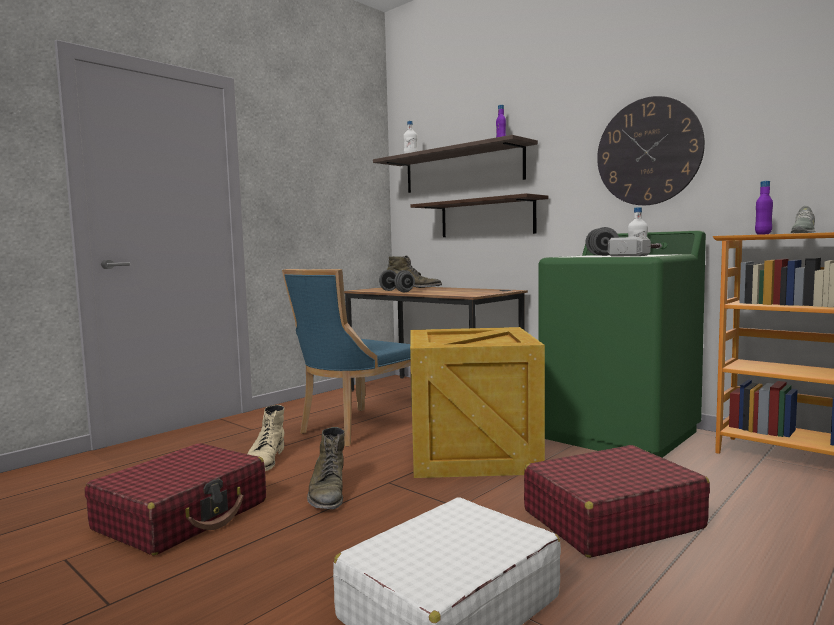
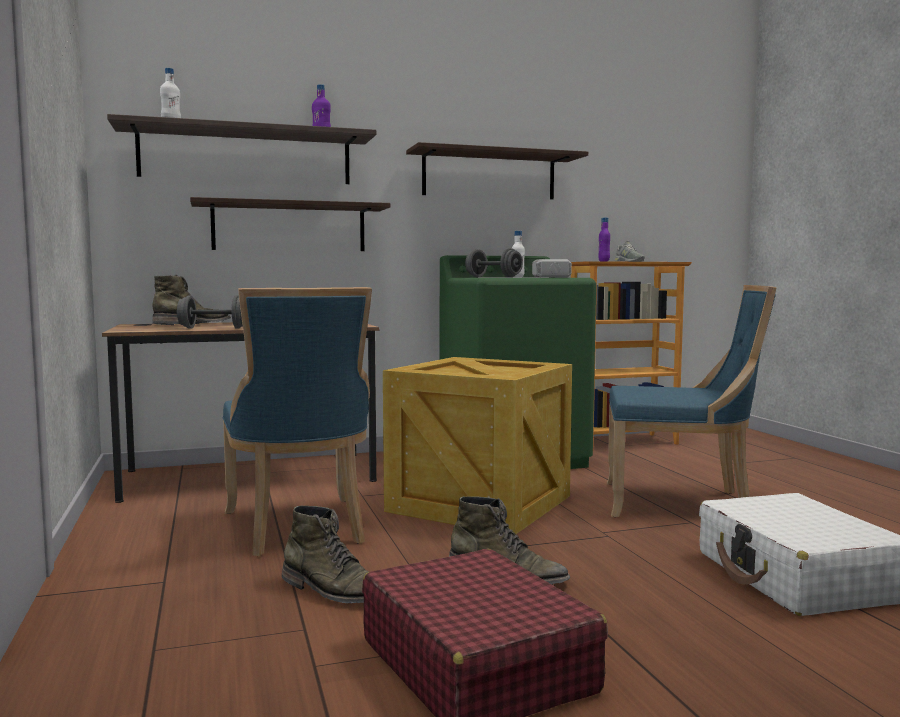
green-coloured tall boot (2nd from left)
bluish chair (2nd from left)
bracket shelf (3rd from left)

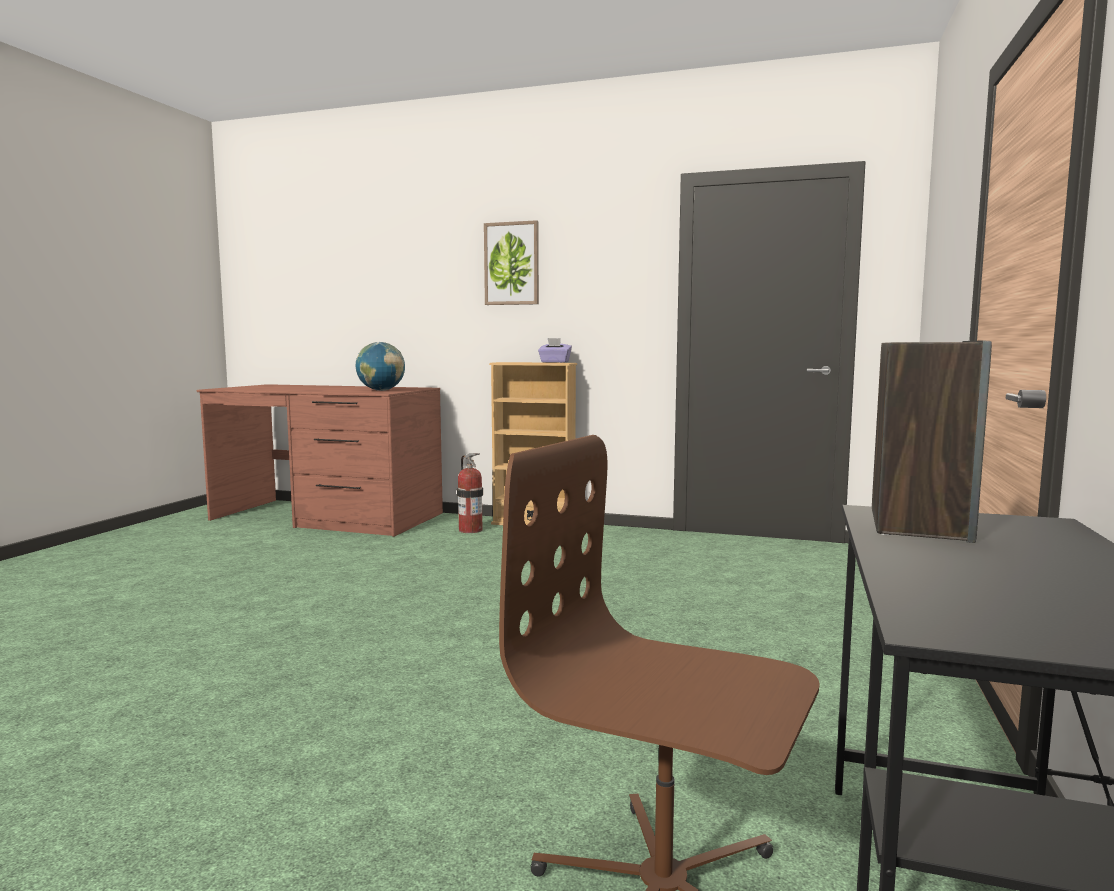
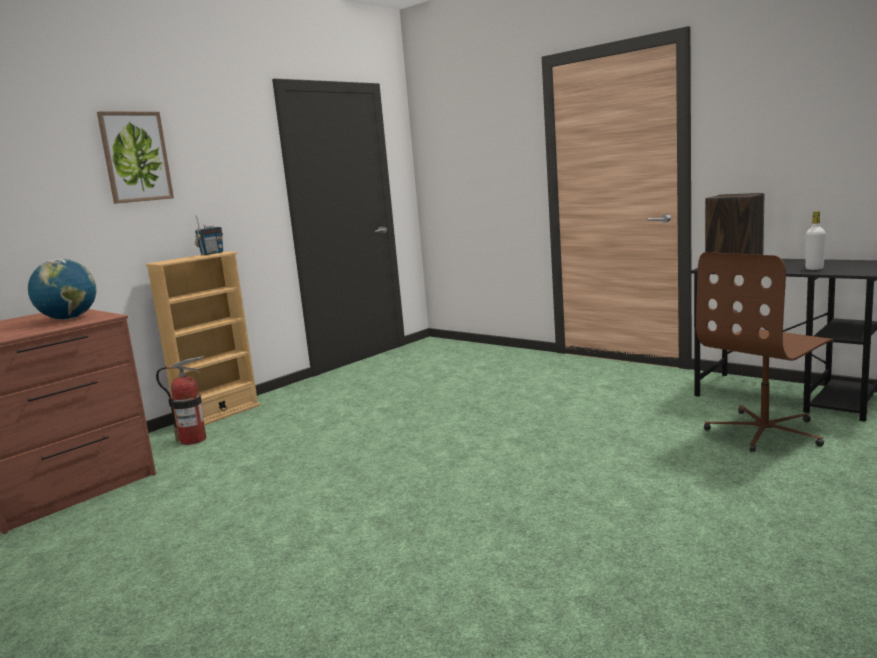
radio
white beverage bottle

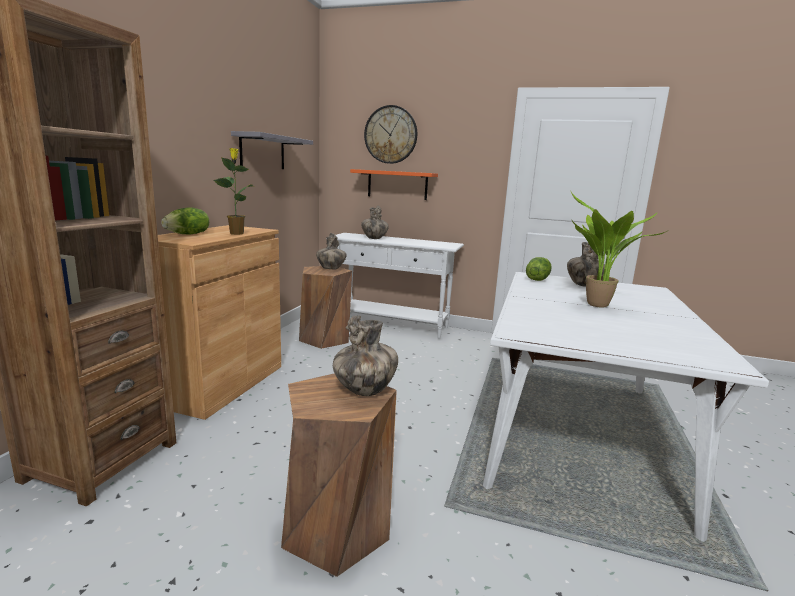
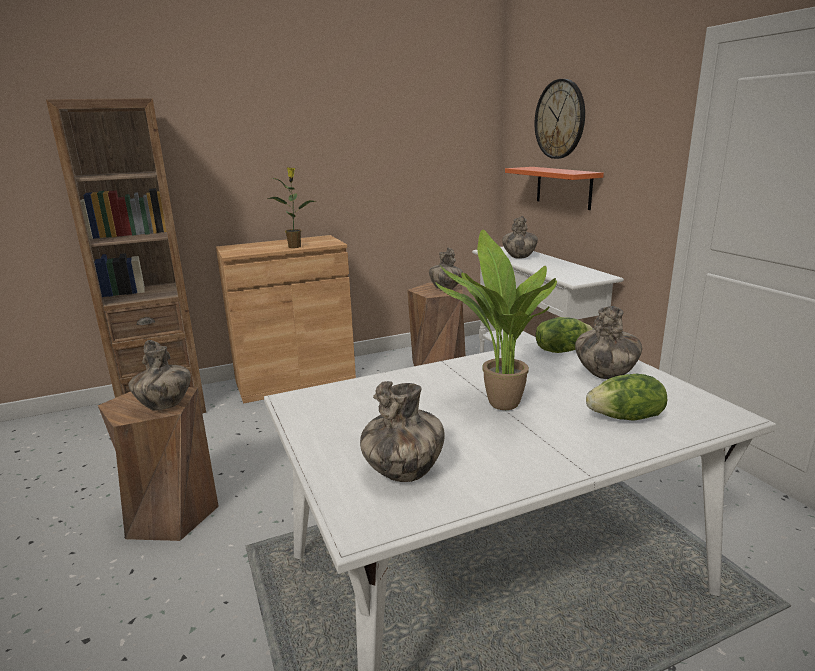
lettuce head (2nd from left)
gray bracket shelf
decorative vase (2nd from left)

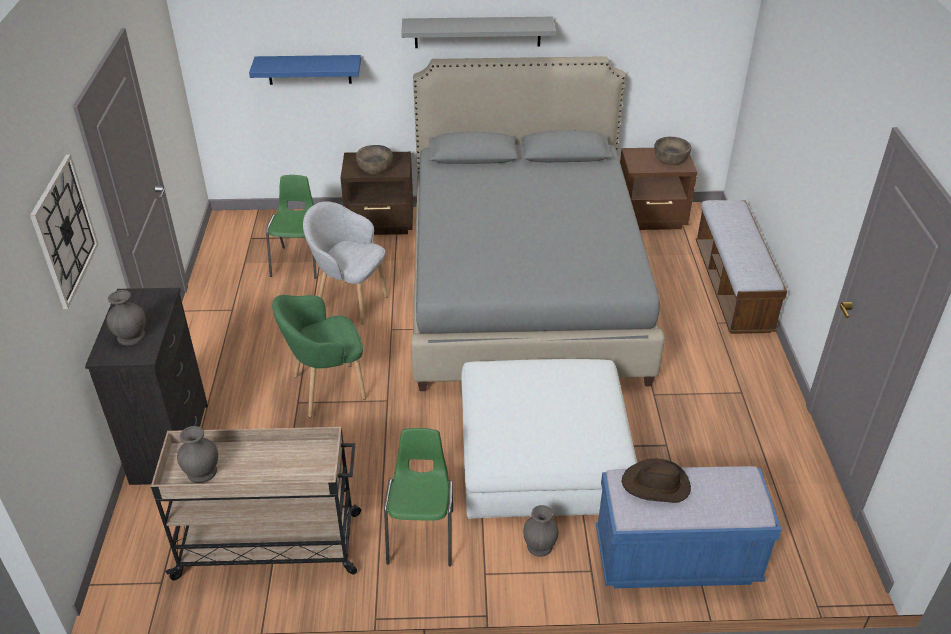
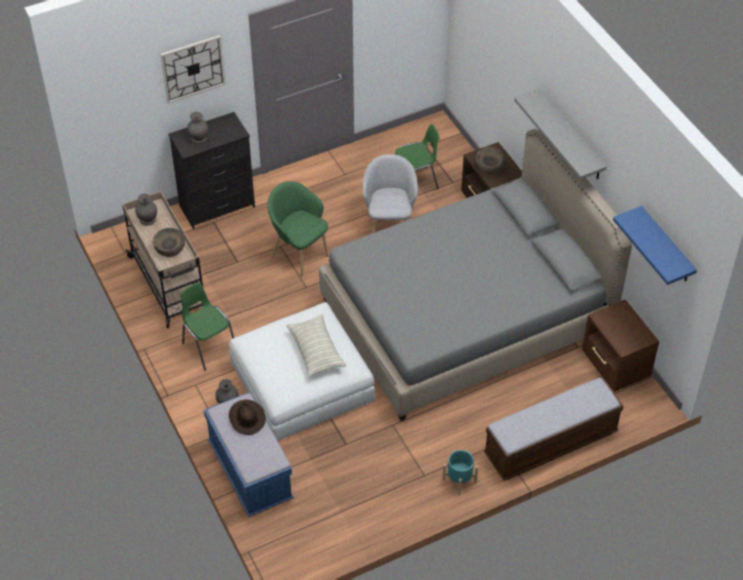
bluish bracket shelf
green-coloured chair (1st from left)
brown deep dish (1st from left)
pillow
blue-green planter

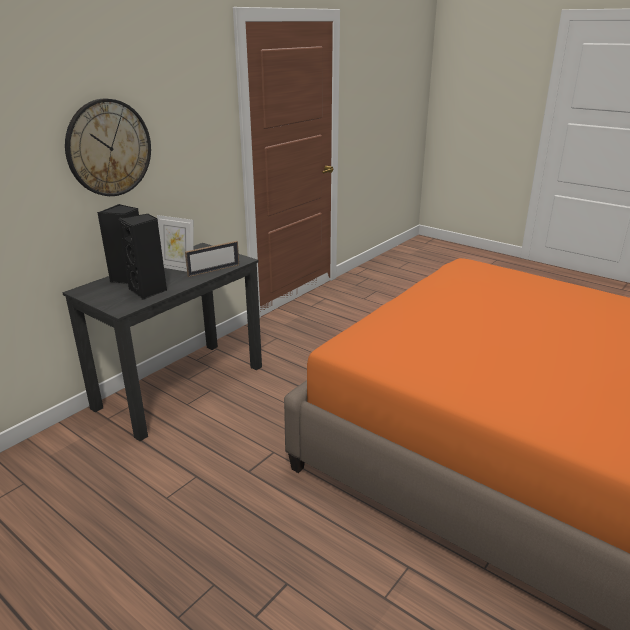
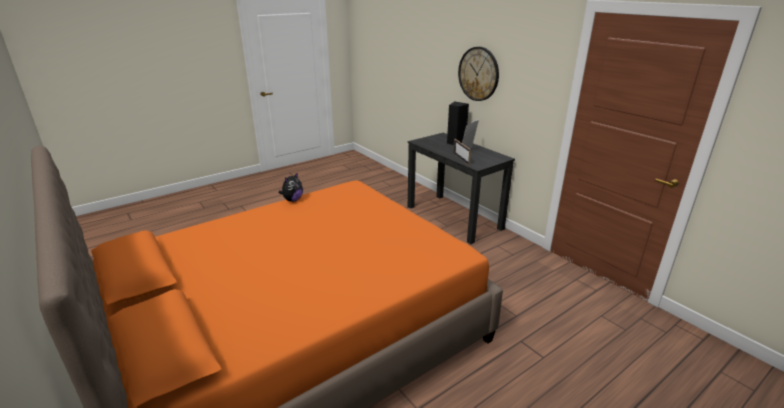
black loudspeaker (2nd from left in the first image)
cuddly toy

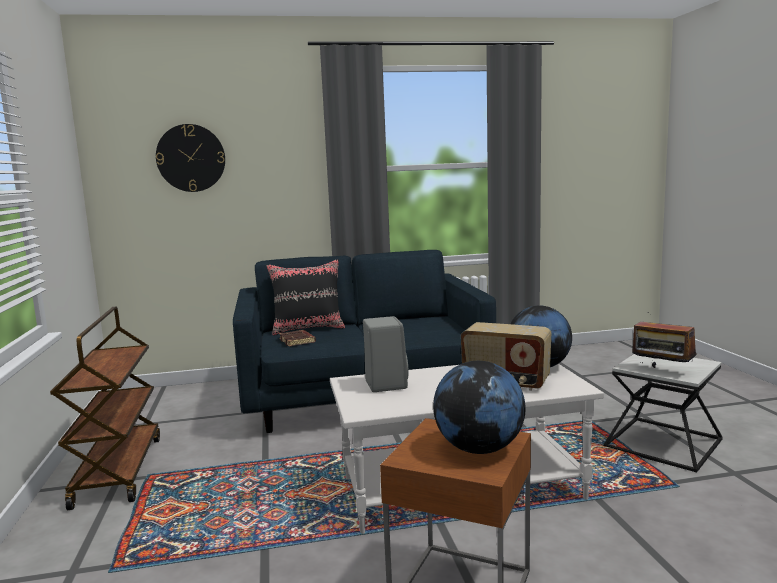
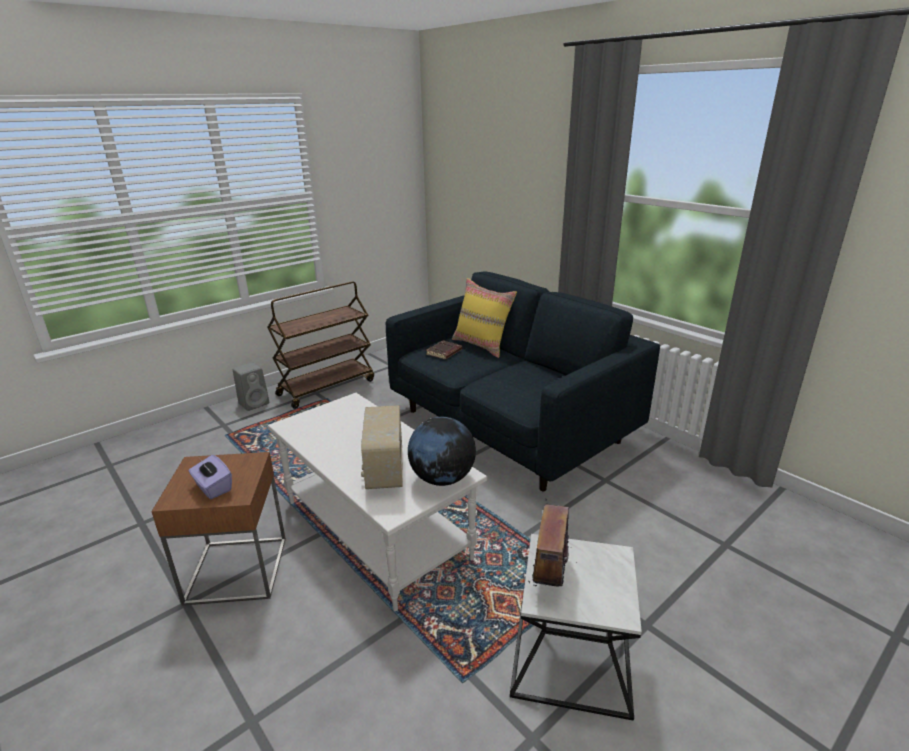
wall clock
yellow-coloured pillow
gray loudspeaker
purplish tissue box

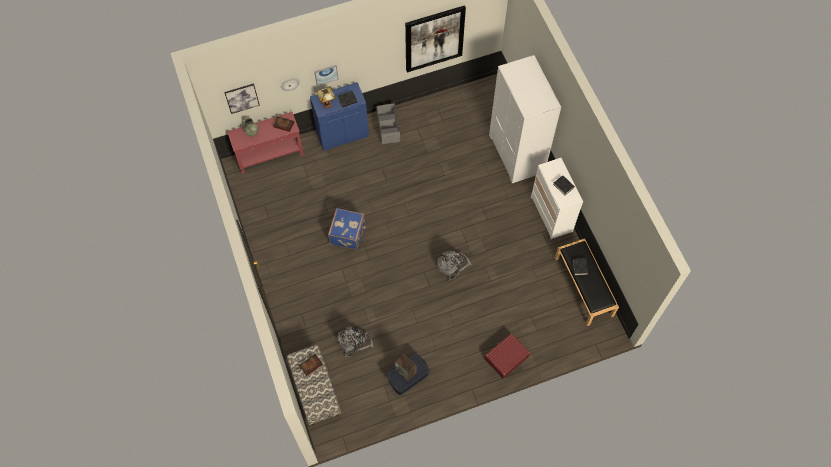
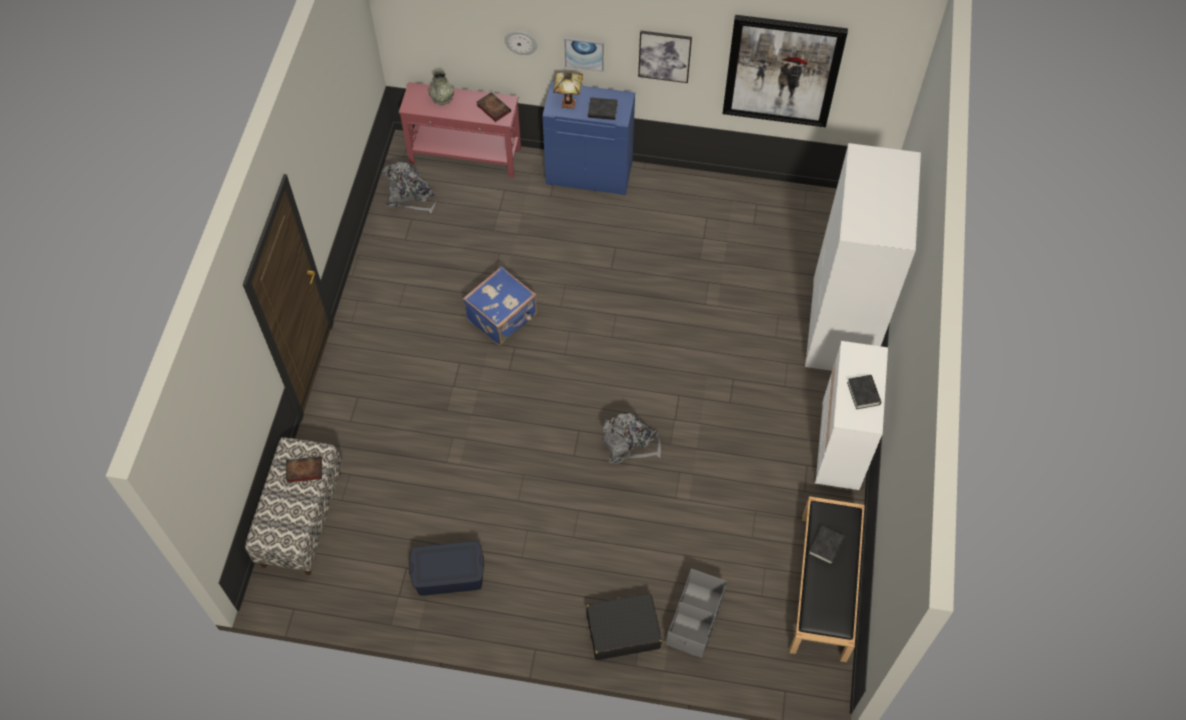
wall art (2nd from left)
gray rucksack (1st from left)
gray storage bin
loudspeaker
black suitcase

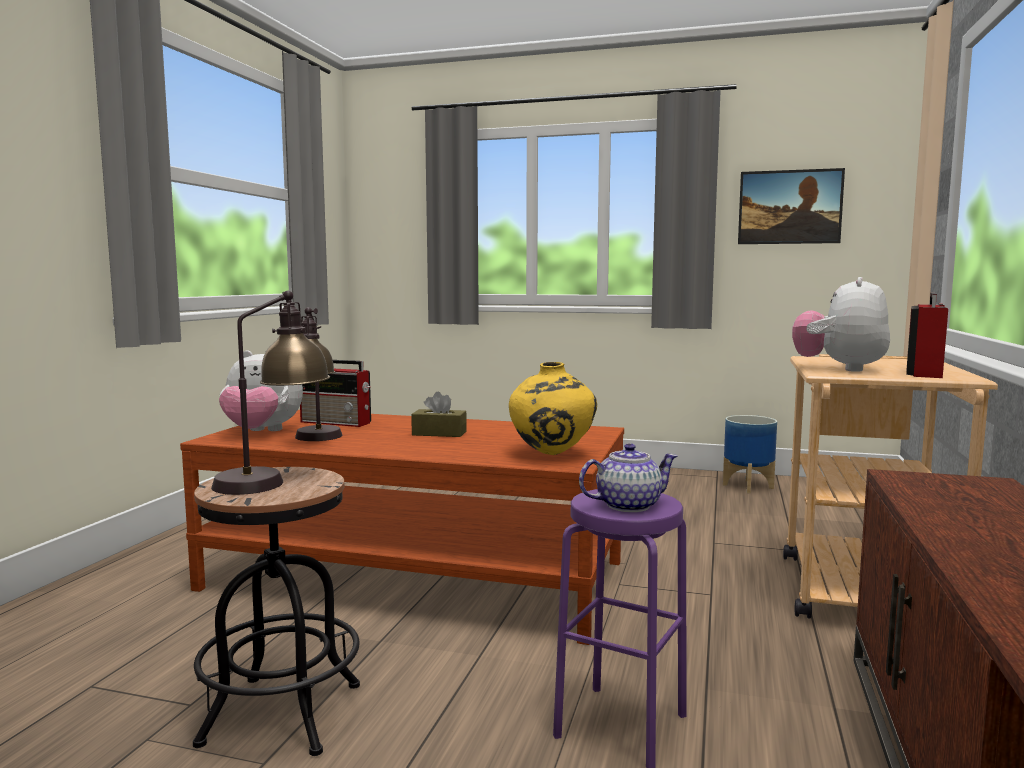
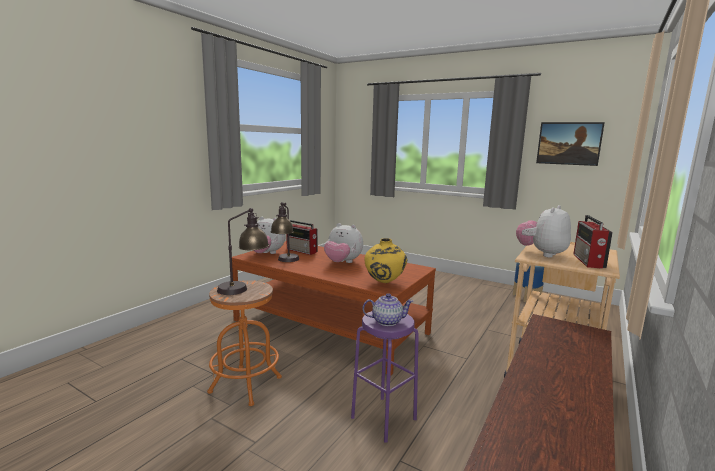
orange-coloured stool seat
cuddly toy (2nd from left)
radio (2nd from left)

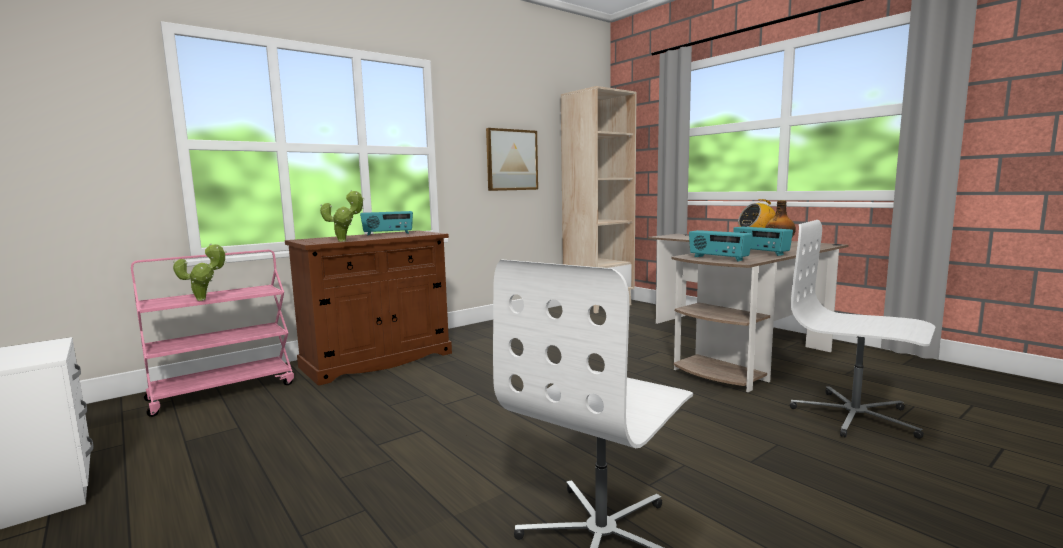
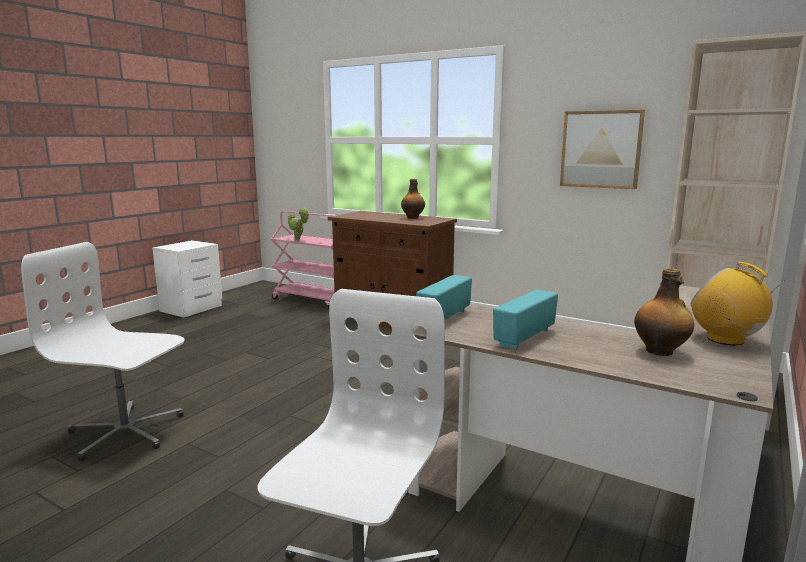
houseplant (2nd from left in the first image)
beverage bottle (1st from left)

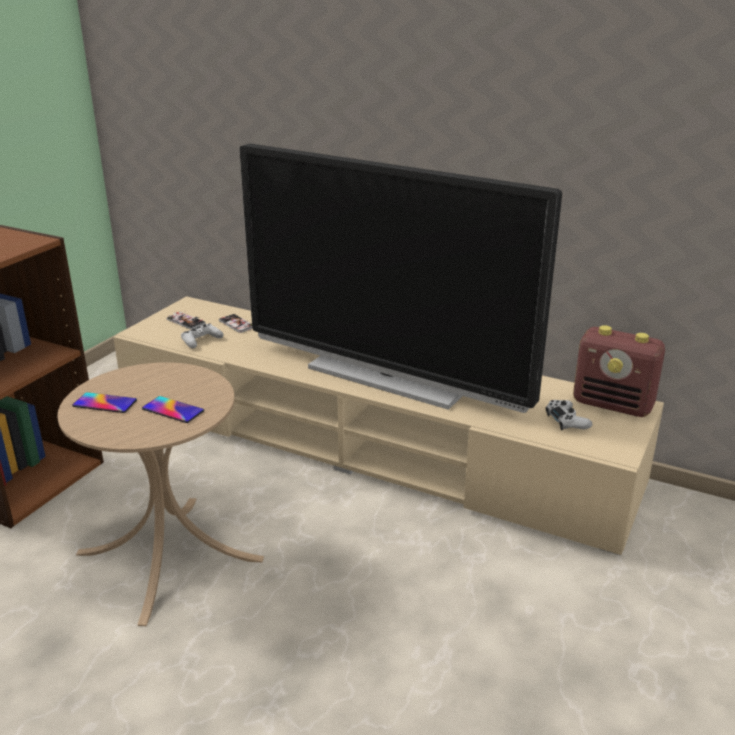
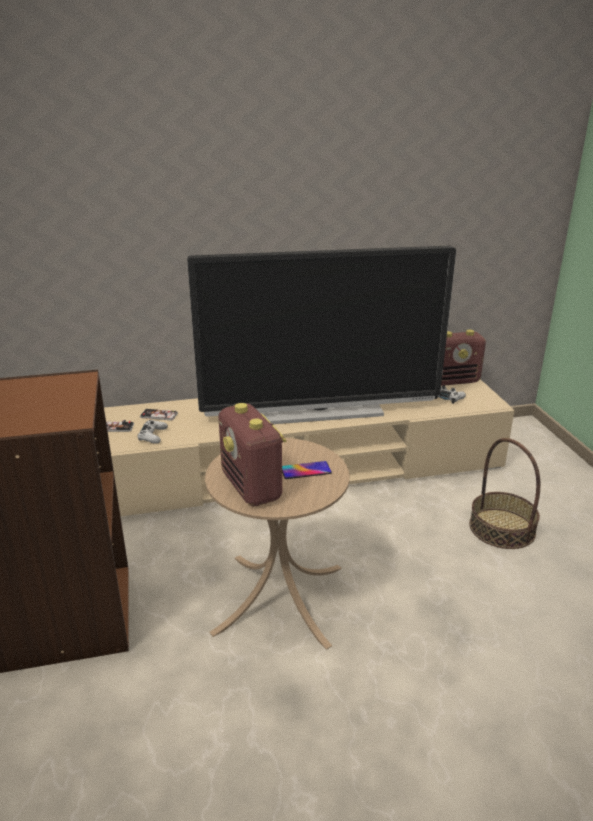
radio (1st from left)
storage basket

